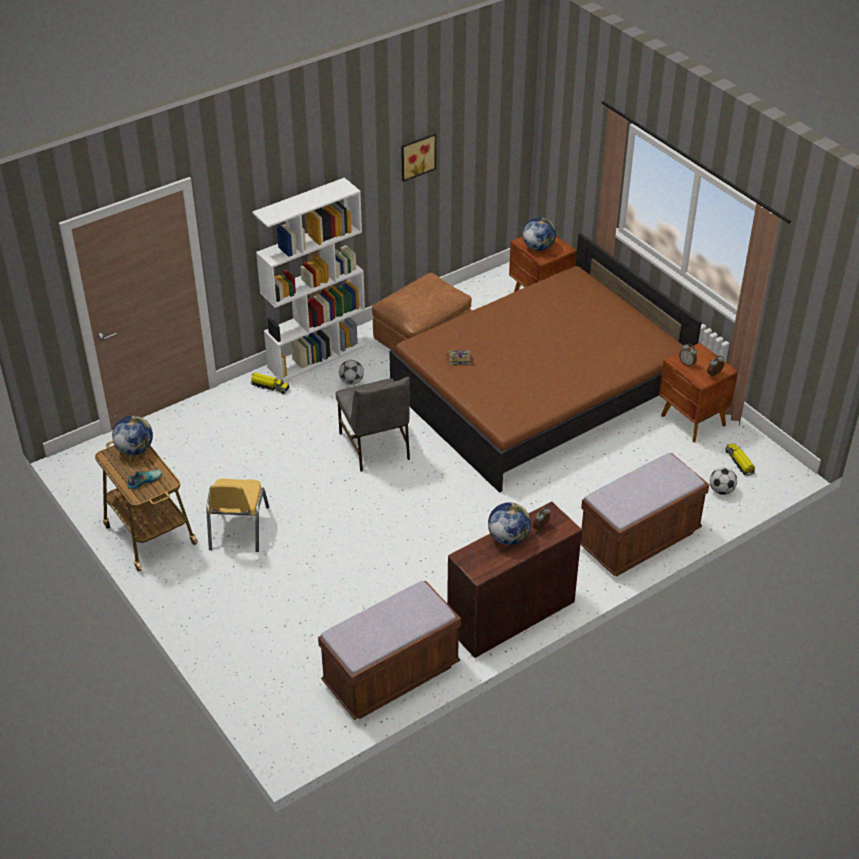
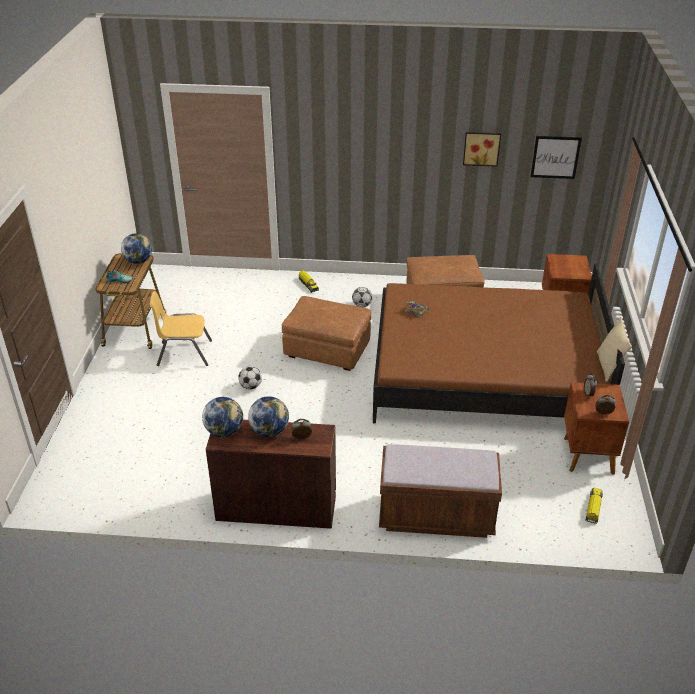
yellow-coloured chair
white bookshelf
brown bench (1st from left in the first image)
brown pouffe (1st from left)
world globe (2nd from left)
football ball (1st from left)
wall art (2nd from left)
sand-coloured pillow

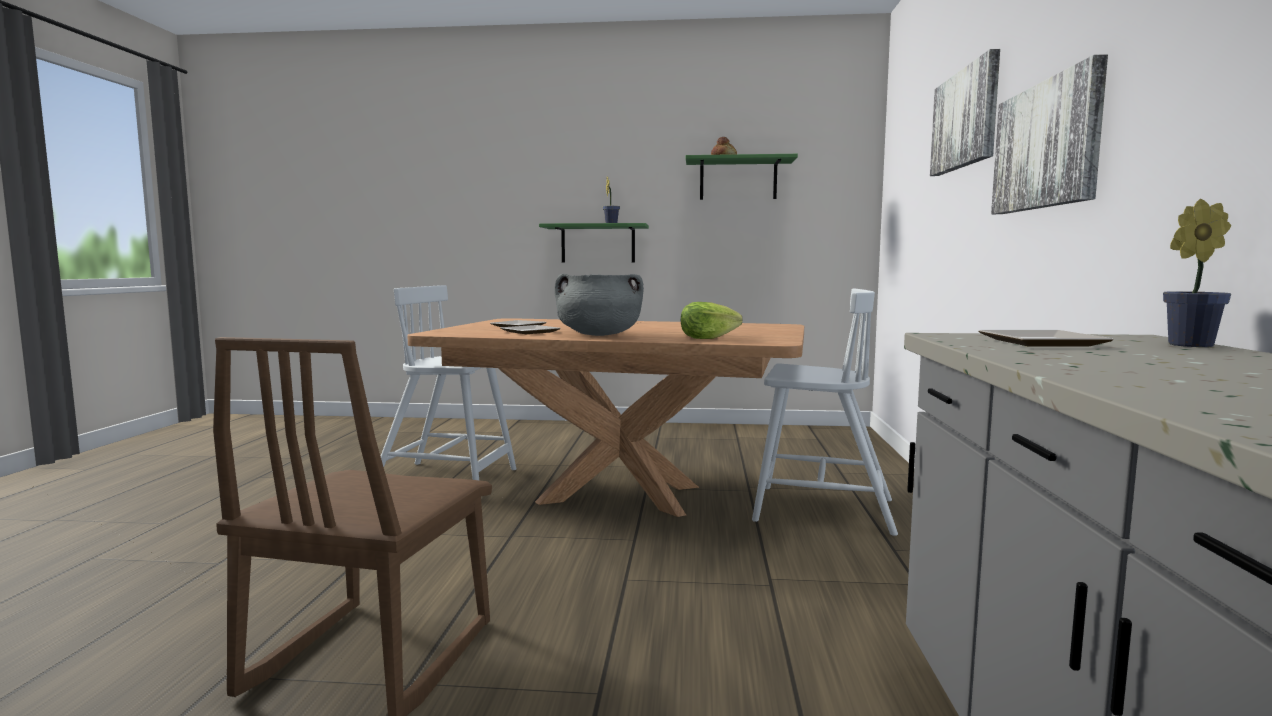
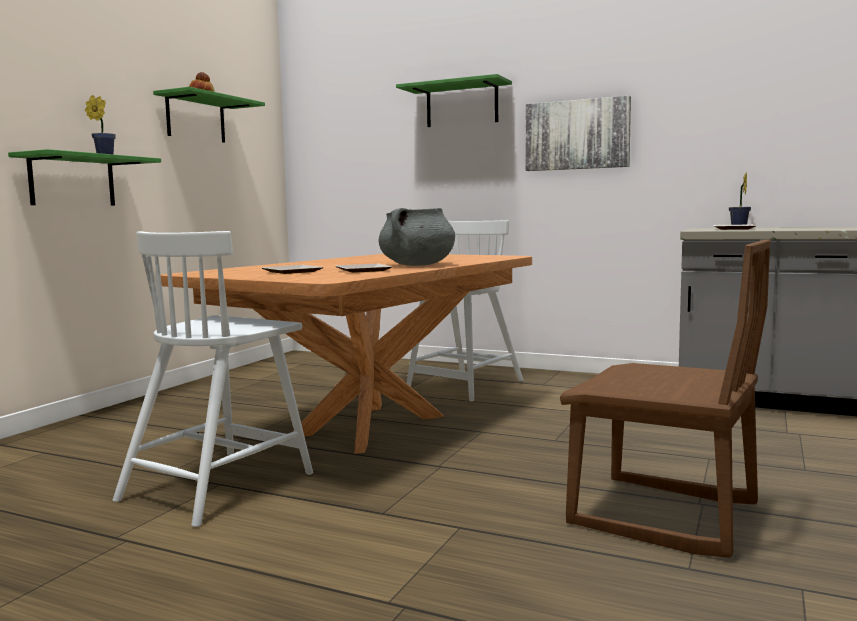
lettuce head
green-coloured bracket shelf (3rd from left)

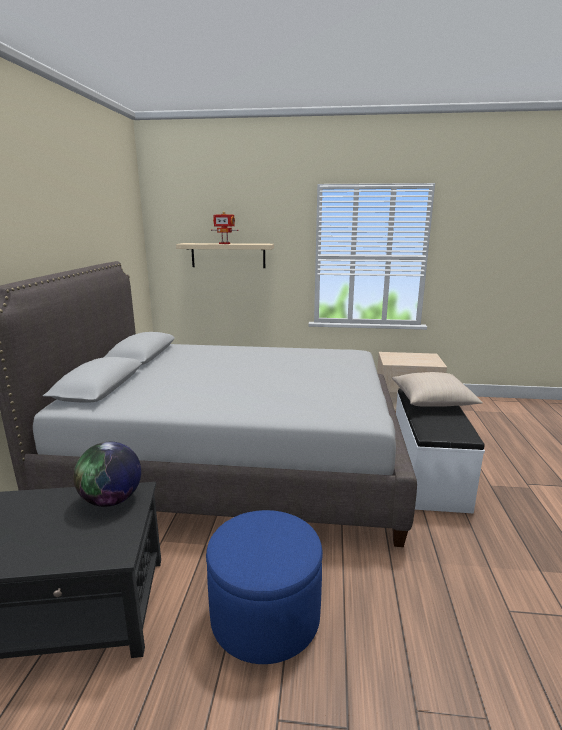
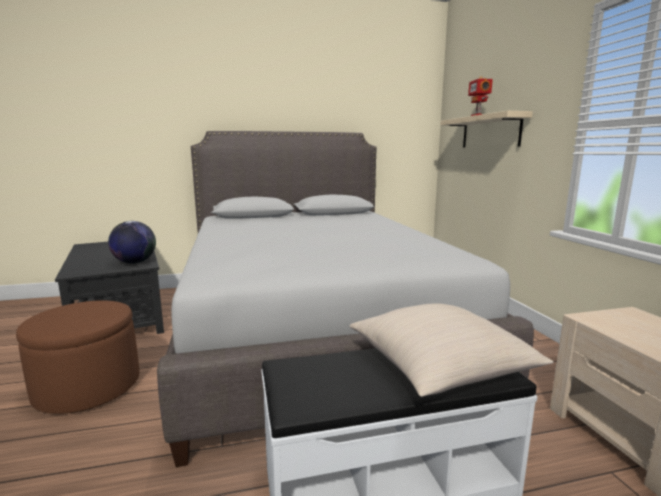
brown pouffe

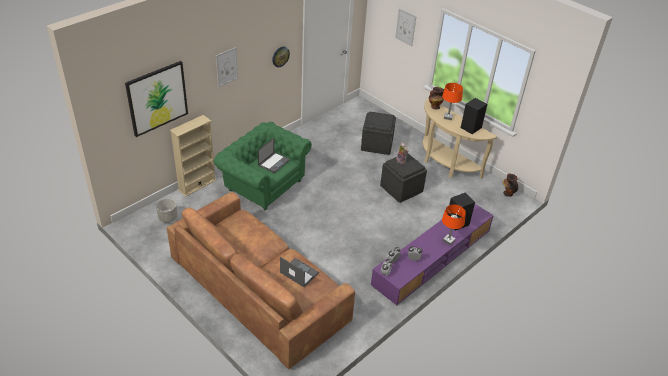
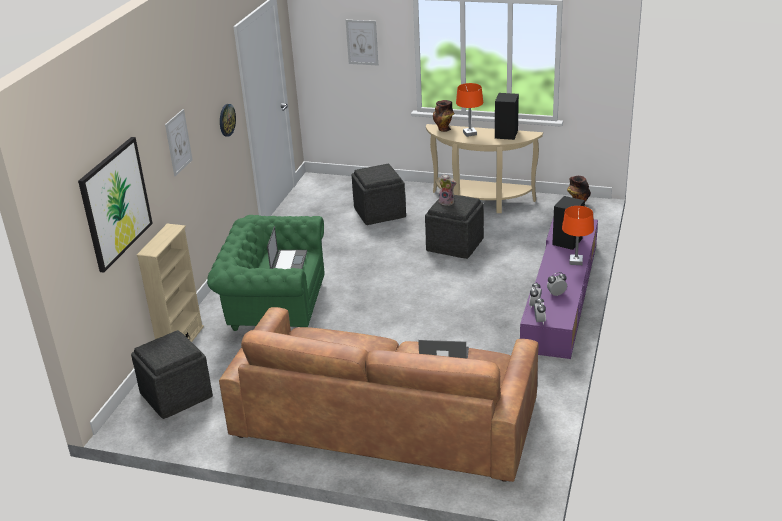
gray pouffe (1st from left)

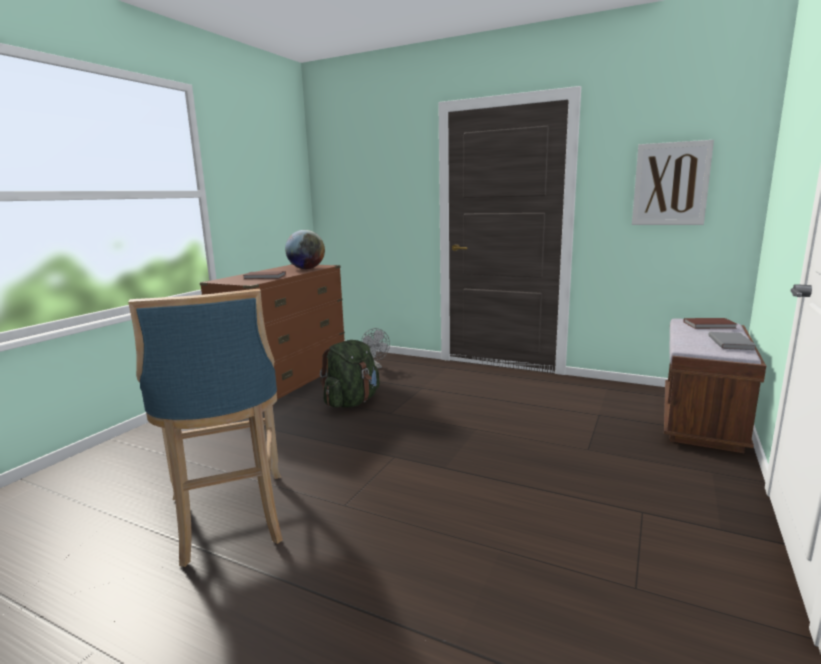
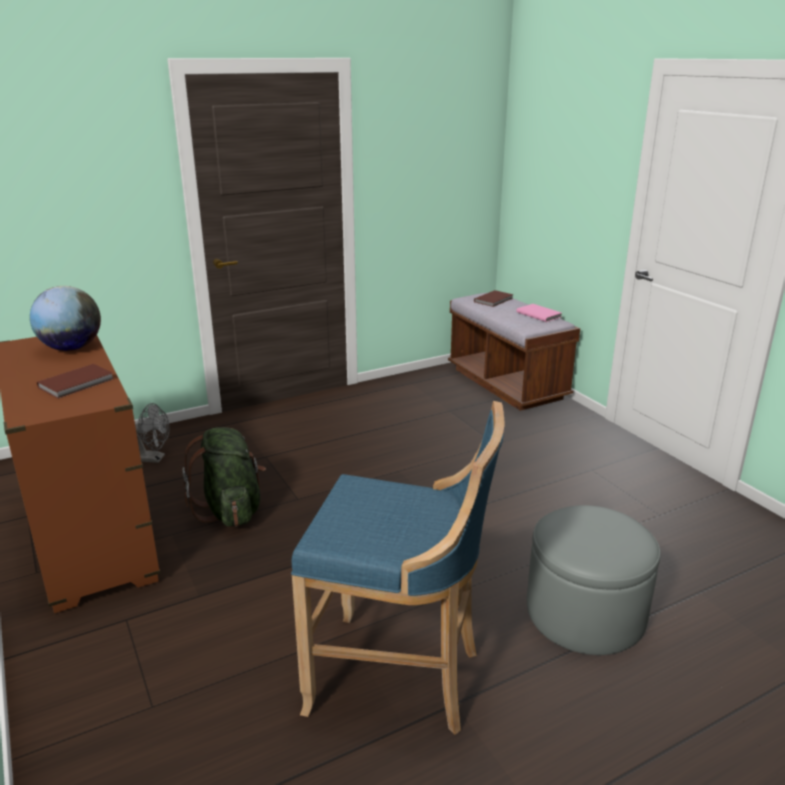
wall art
pink-coloured bound book
gray pouffe

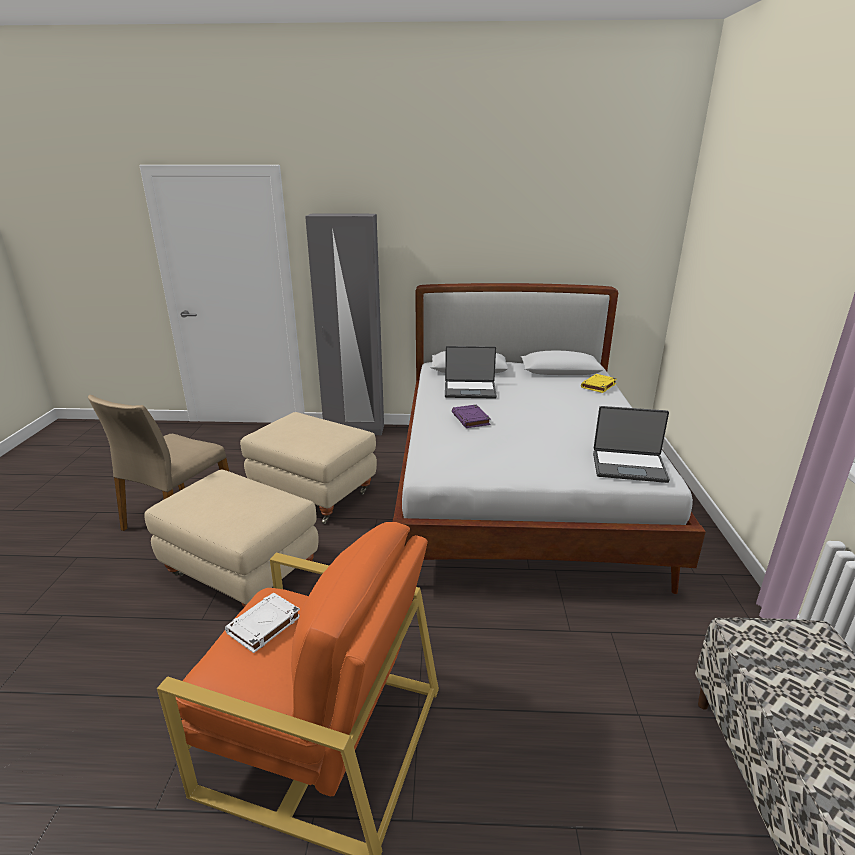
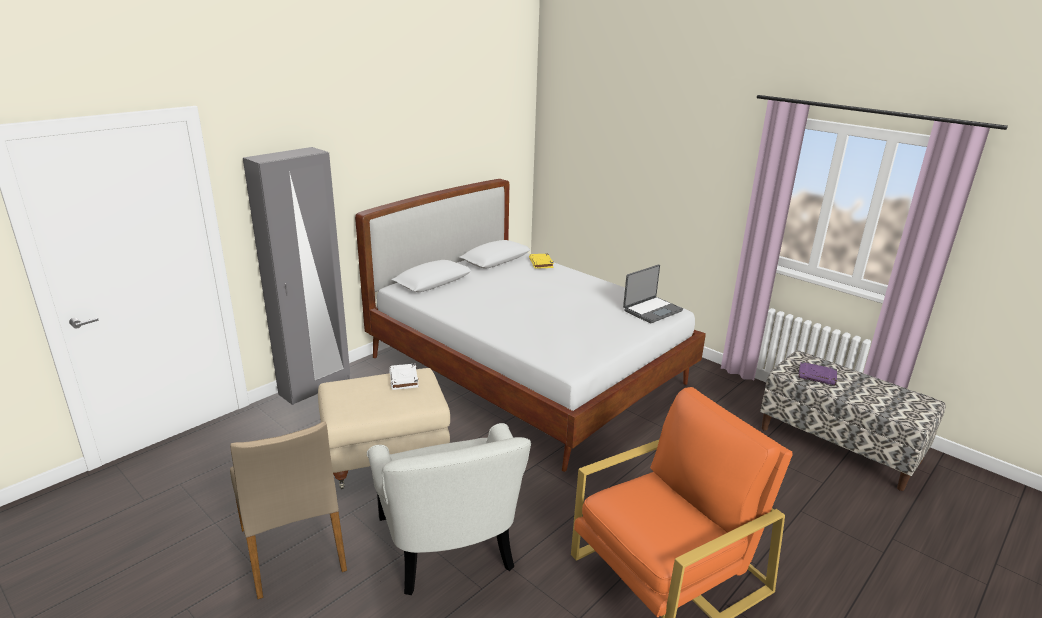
white lounge chair
white bound book
laptop (1st from left in the first image)
purplish bound book

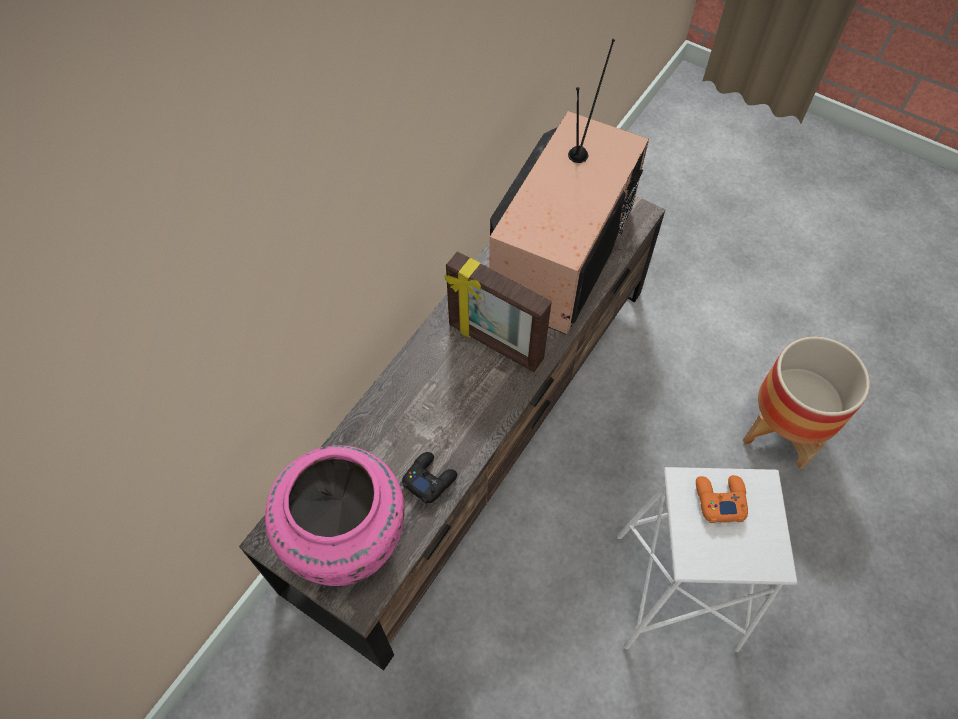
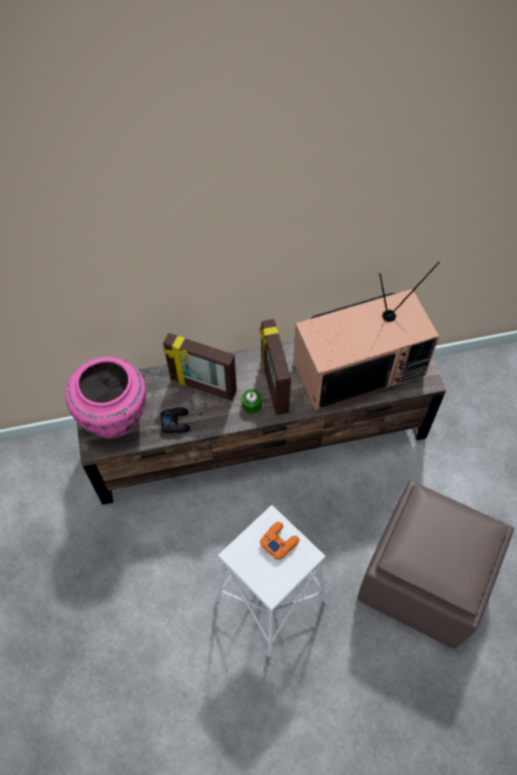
brown pouffe
standing frame (1st from left)
green-coloured wax candle

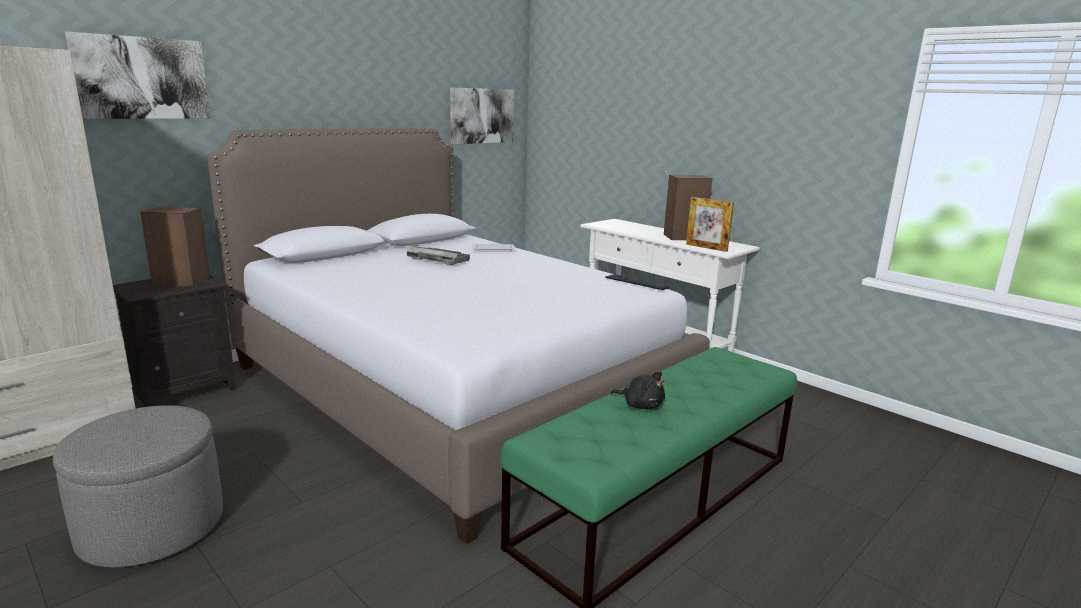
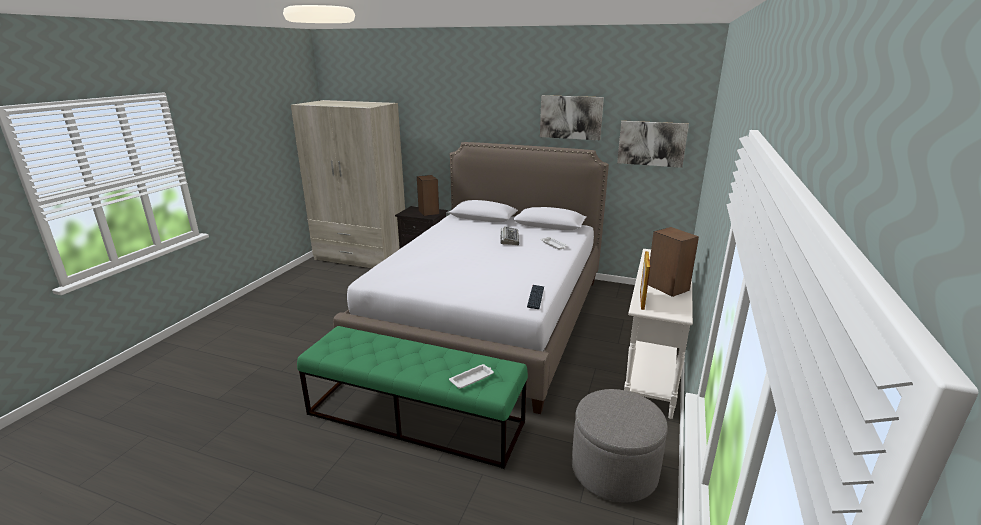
gray pouffe
wall art (1st from left)
black cuddly toy
white serving tray (1st from left)

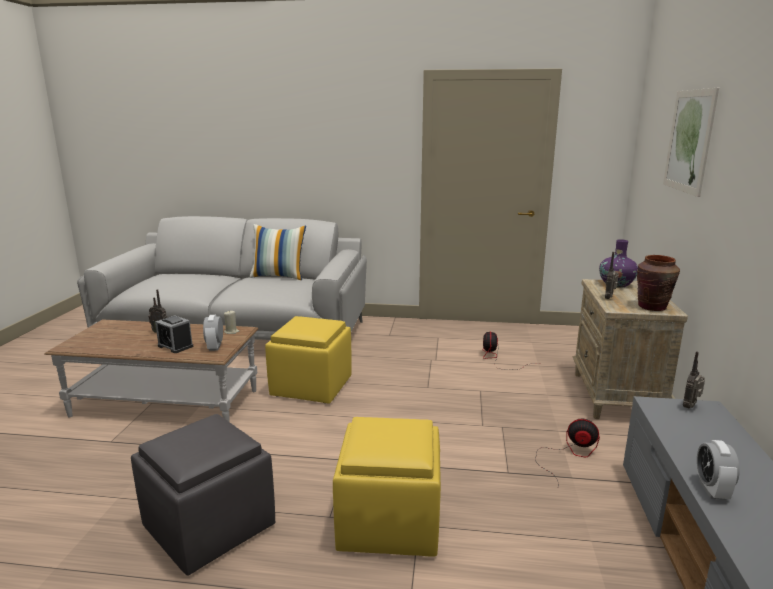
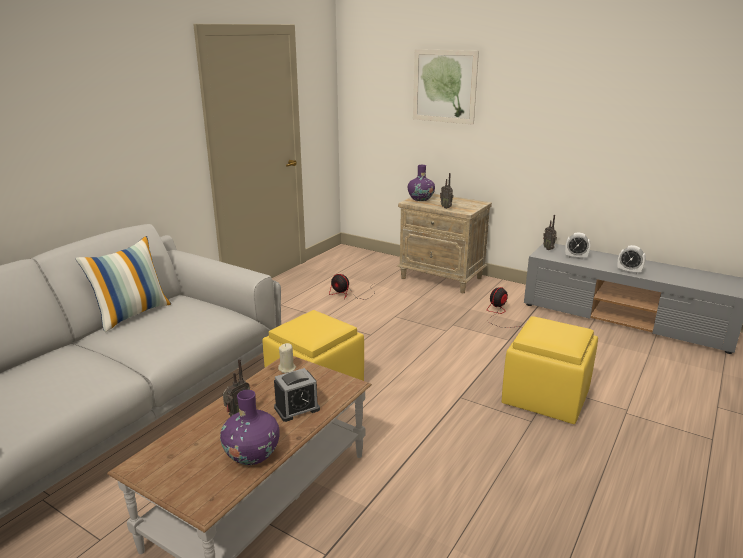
gray pouffe
table clock (2nd from left)
brown decorative vase
purplish decorative vase (1st from left)

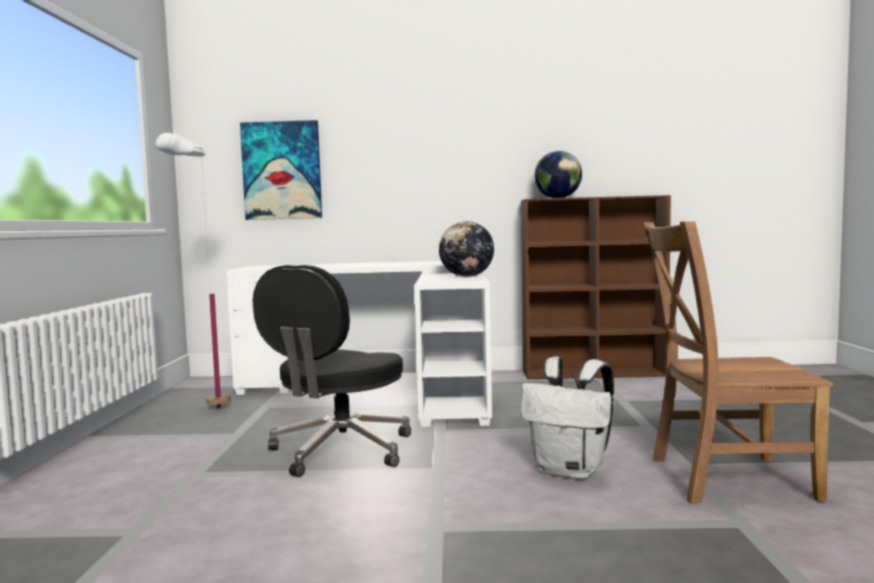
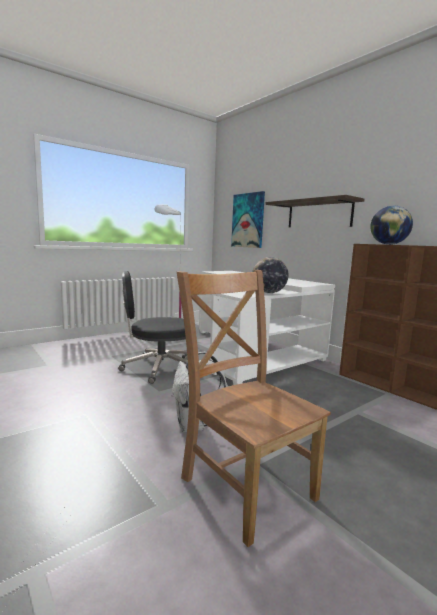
bracket shelf

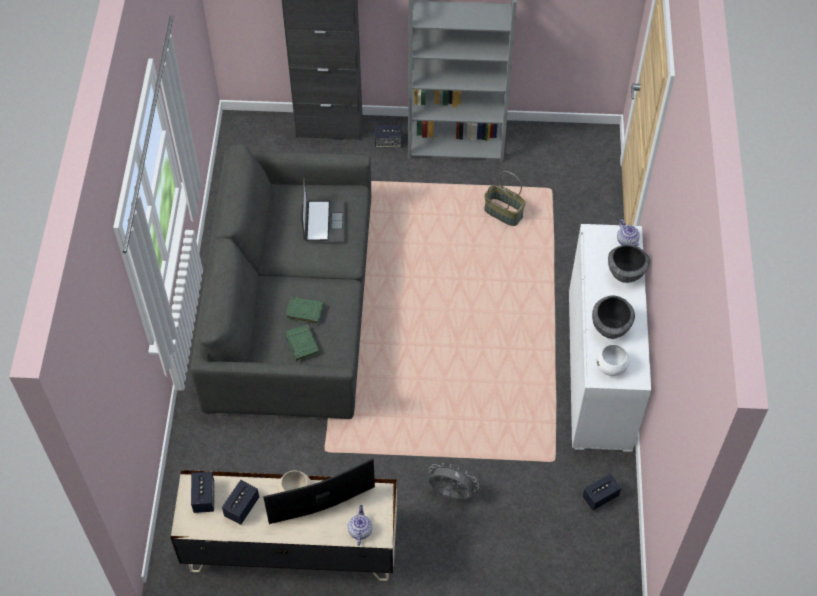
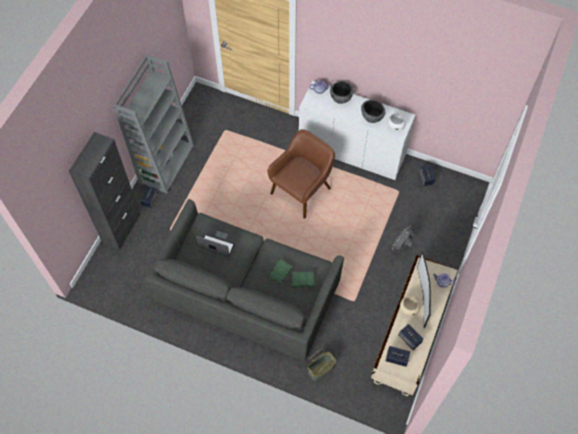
storage basket
brown lounge chair

